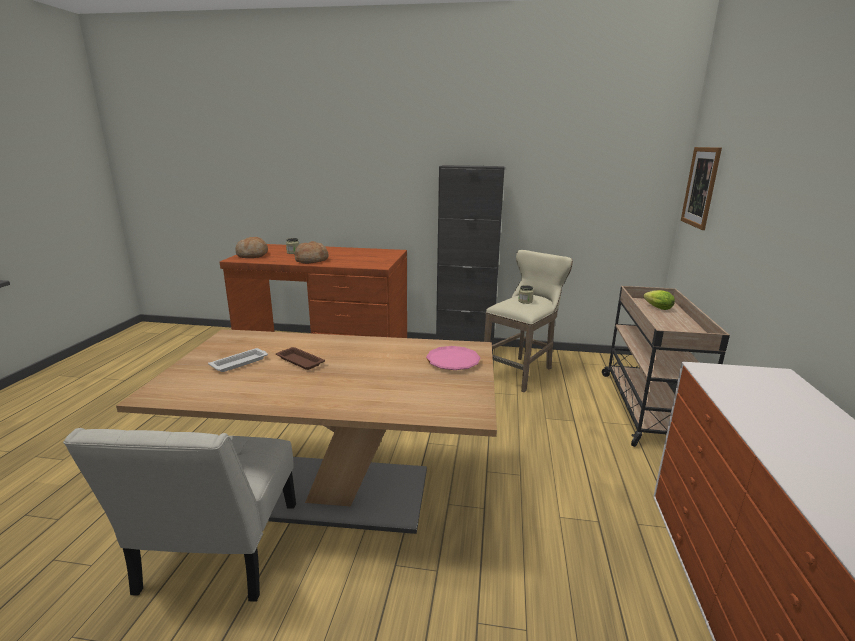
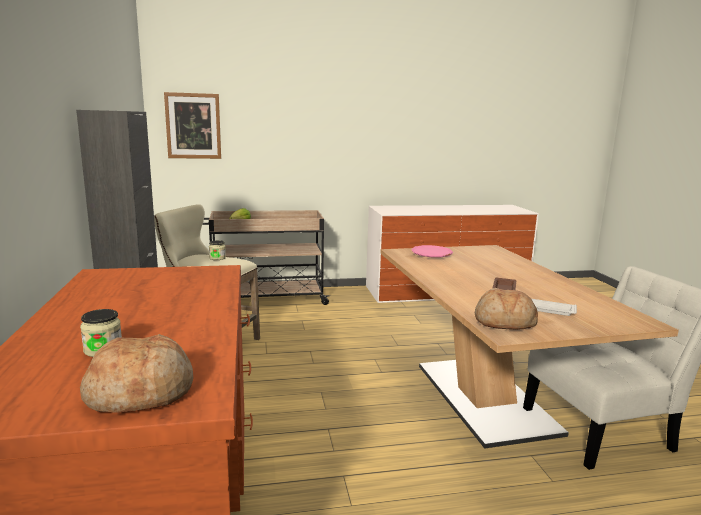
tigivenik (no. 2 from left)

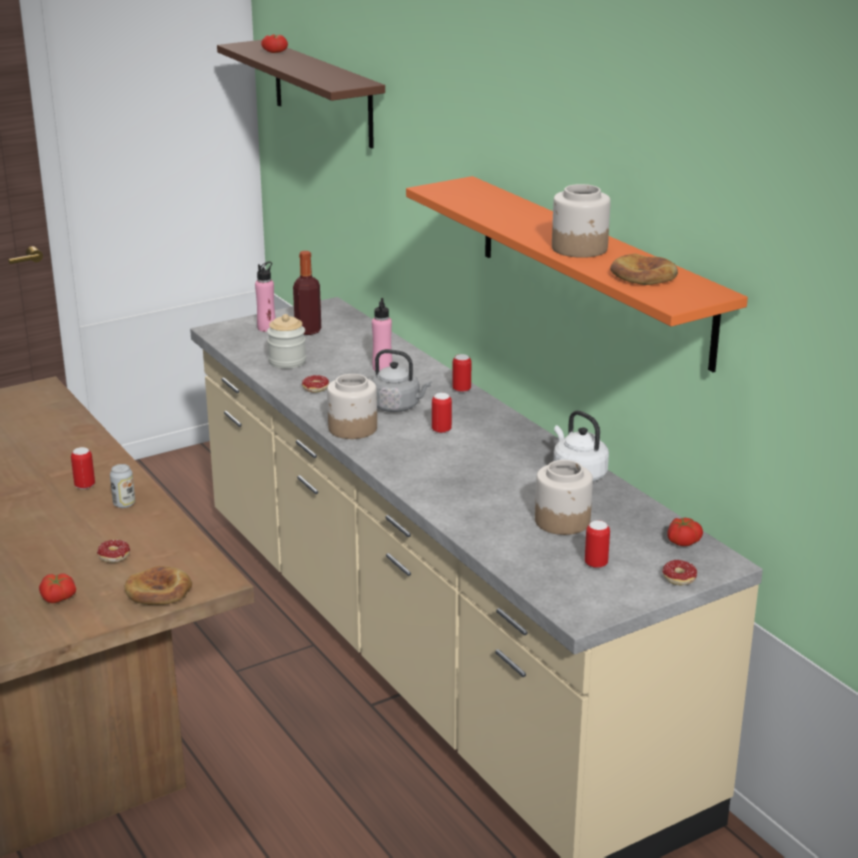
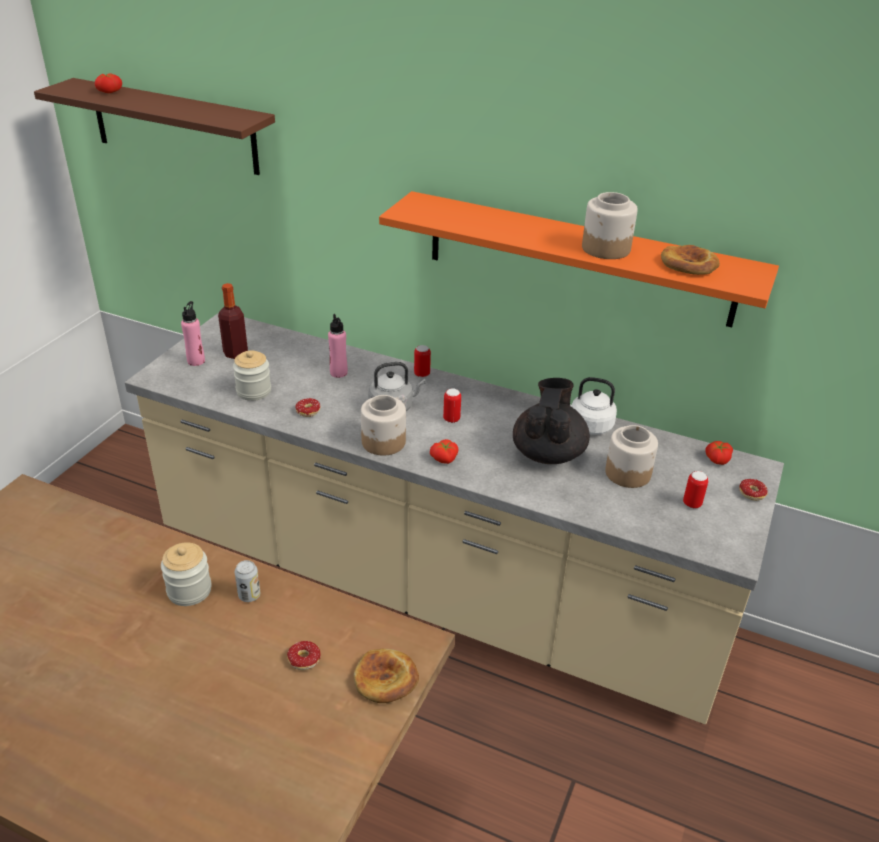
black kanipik; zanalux (no. 2 from left); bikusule (no. 1 from left)

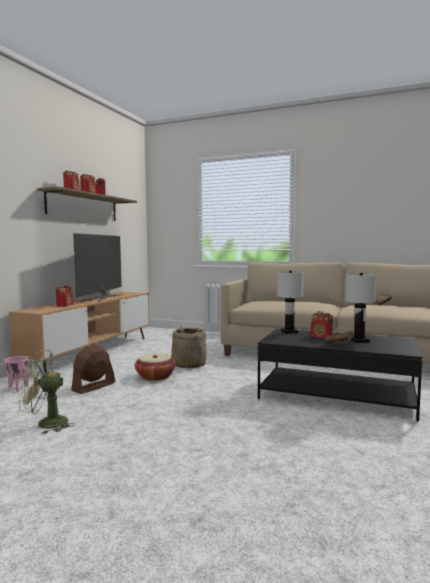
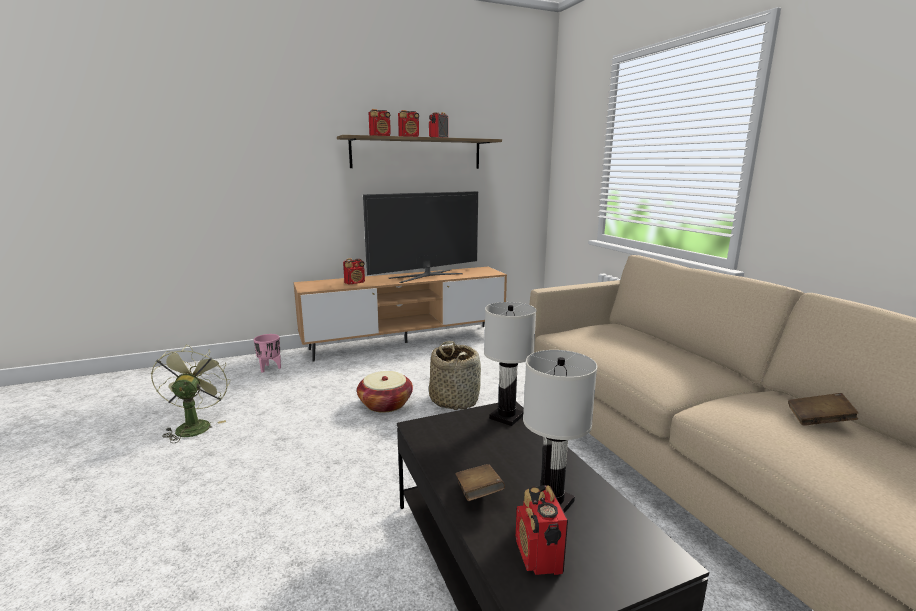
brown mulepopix; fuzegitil (no. 5 from left); green mulepopix

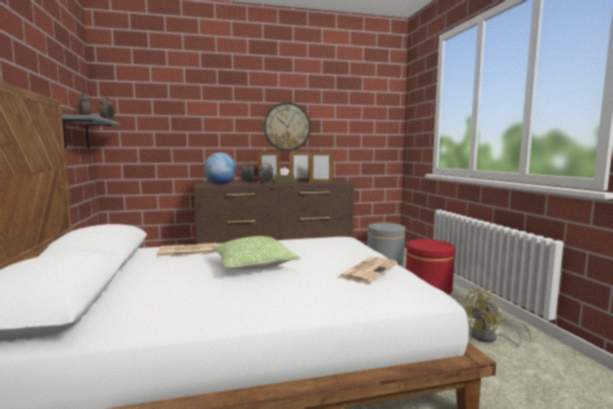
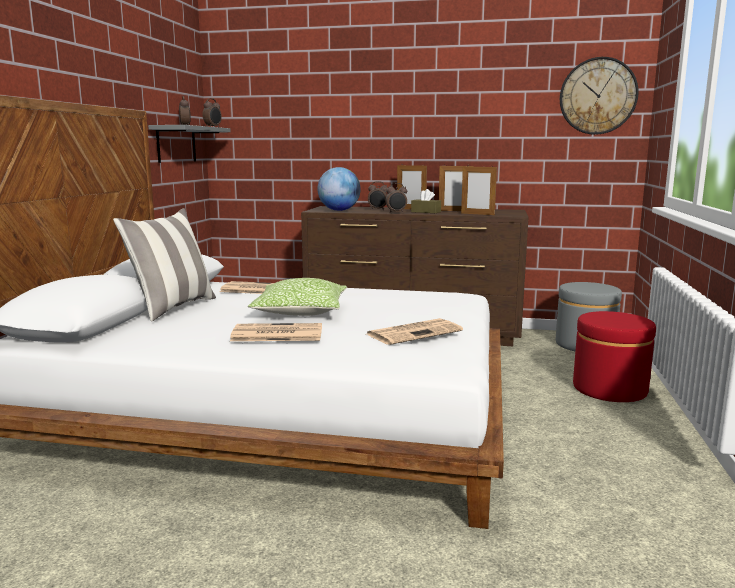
yellow mulepopix; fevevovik (no. 1 from left); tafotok (no. 2 from left); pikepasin

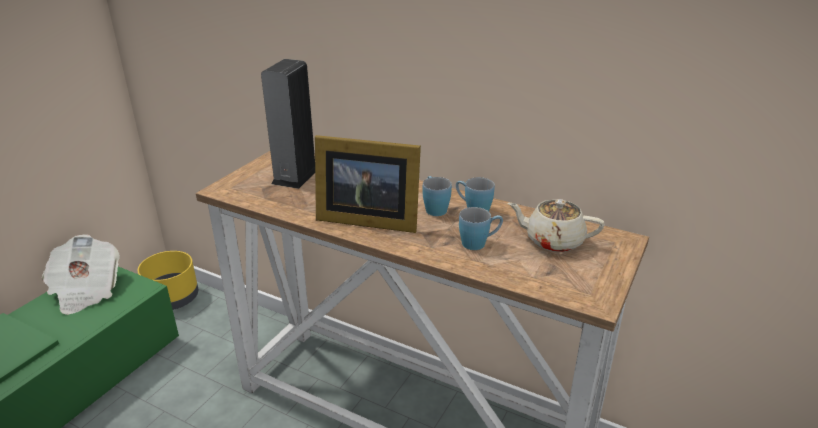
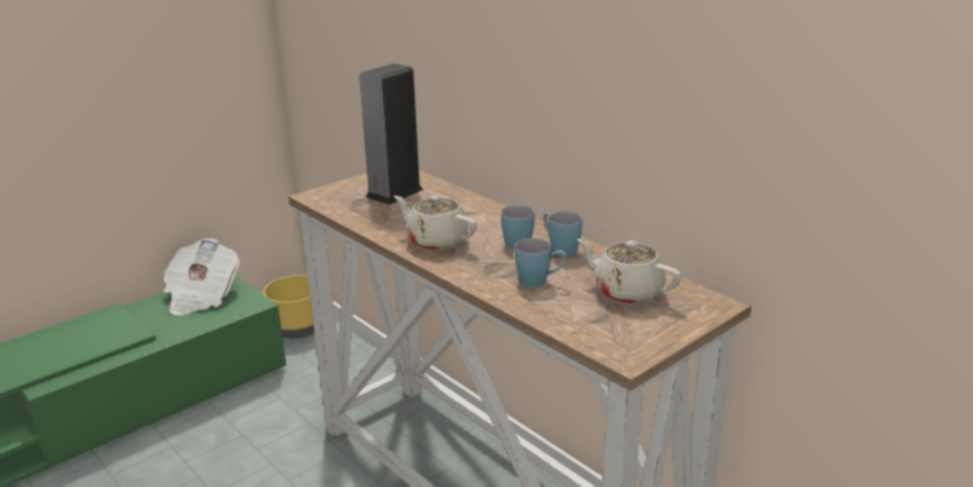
beige kanipik (no. 1 from left)

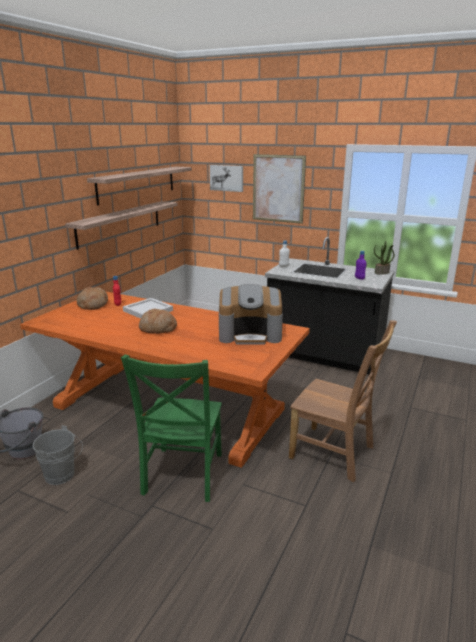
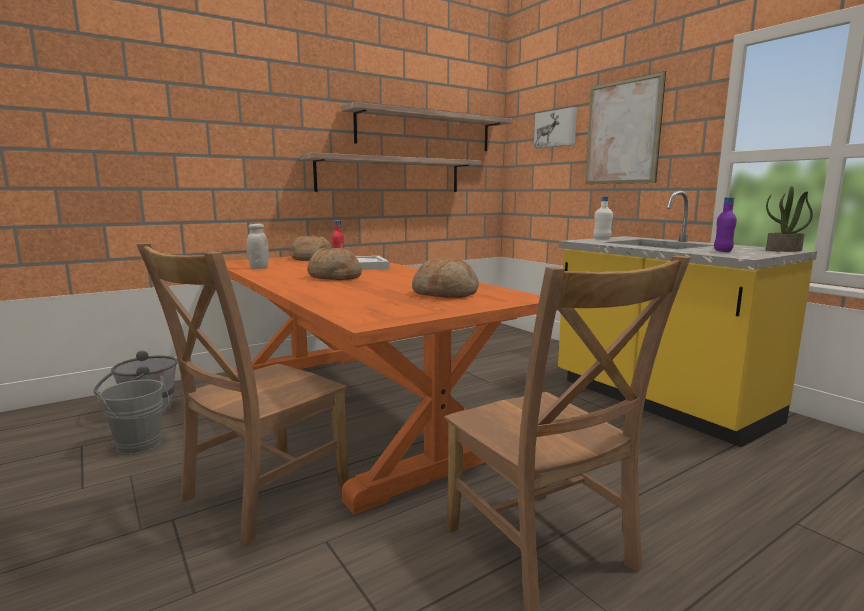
white bikusule; tigivenik (no. 3 from left); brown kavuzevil (no. 1 from left); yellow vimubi

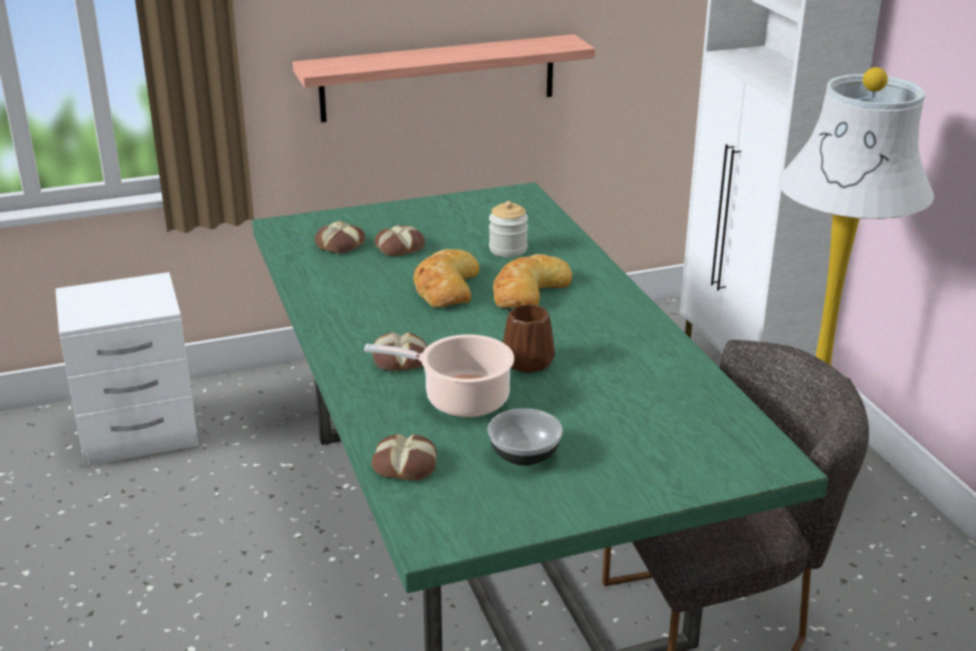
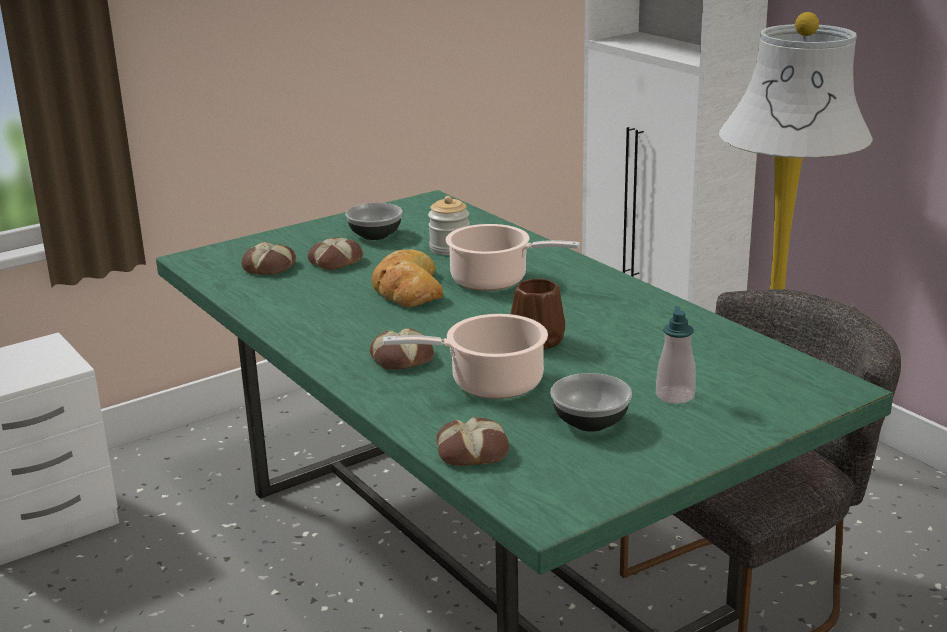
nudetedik; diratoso (no. 1 from left); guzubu; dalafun (no. 2 from left)

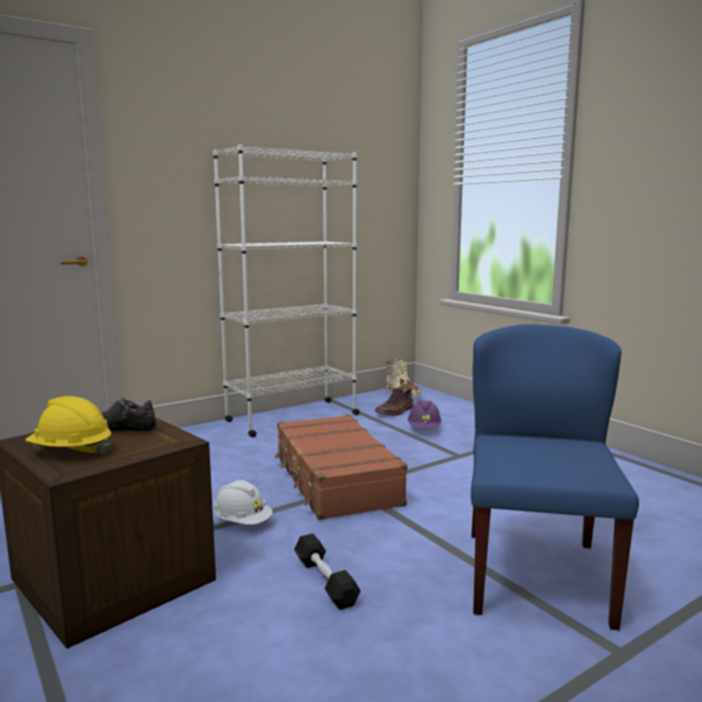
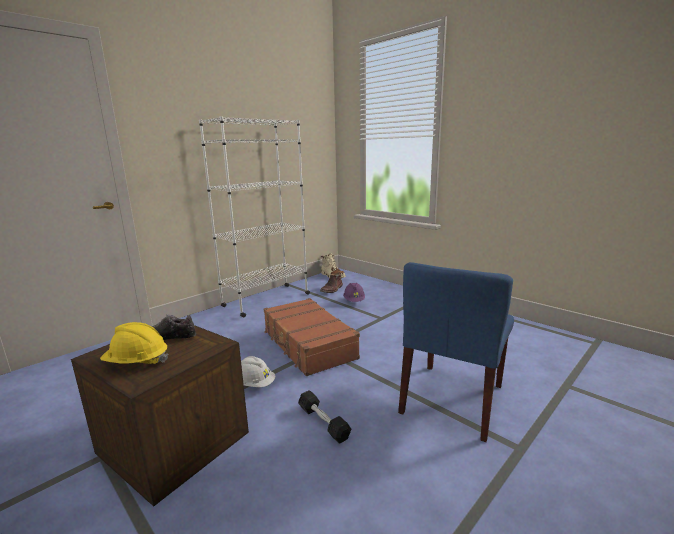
blue kavuzevil

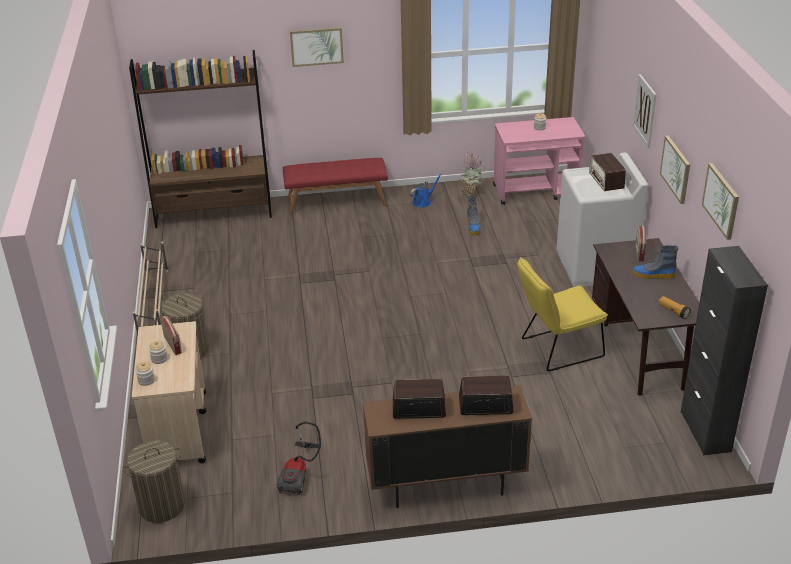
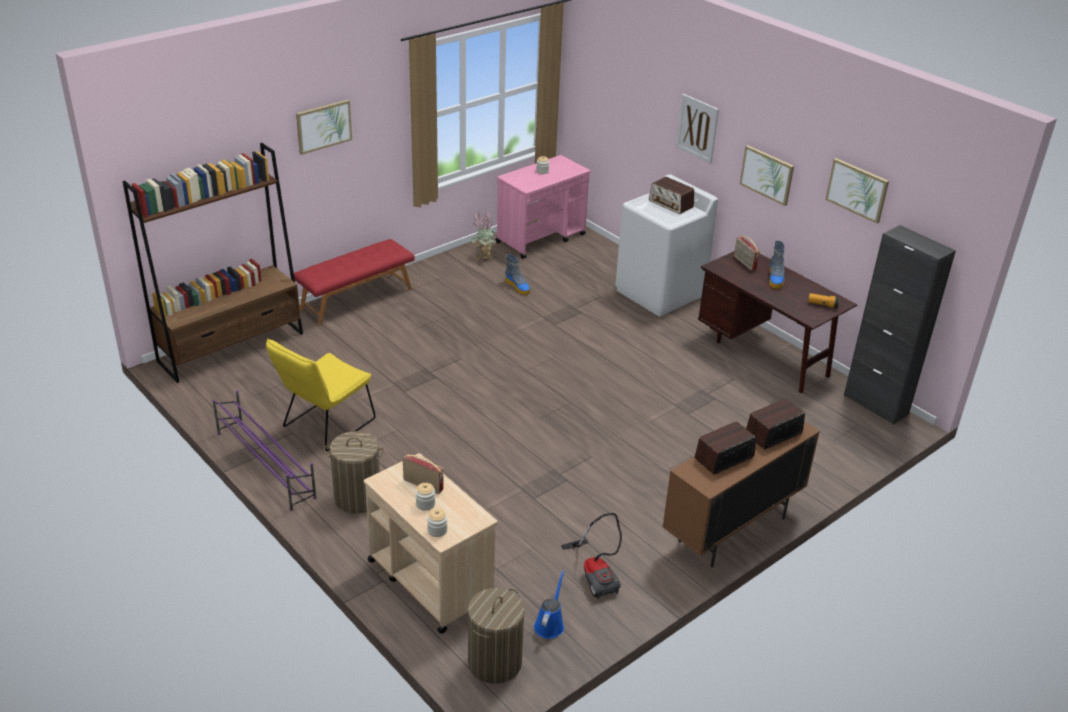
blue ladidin; yellow kavuzevil; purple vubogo; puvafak (no. 2 from left)

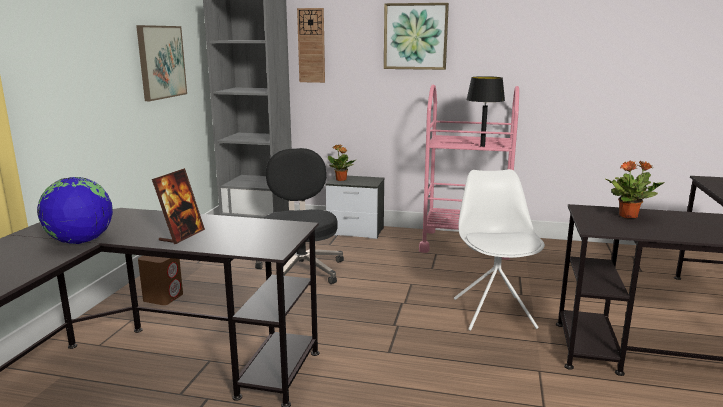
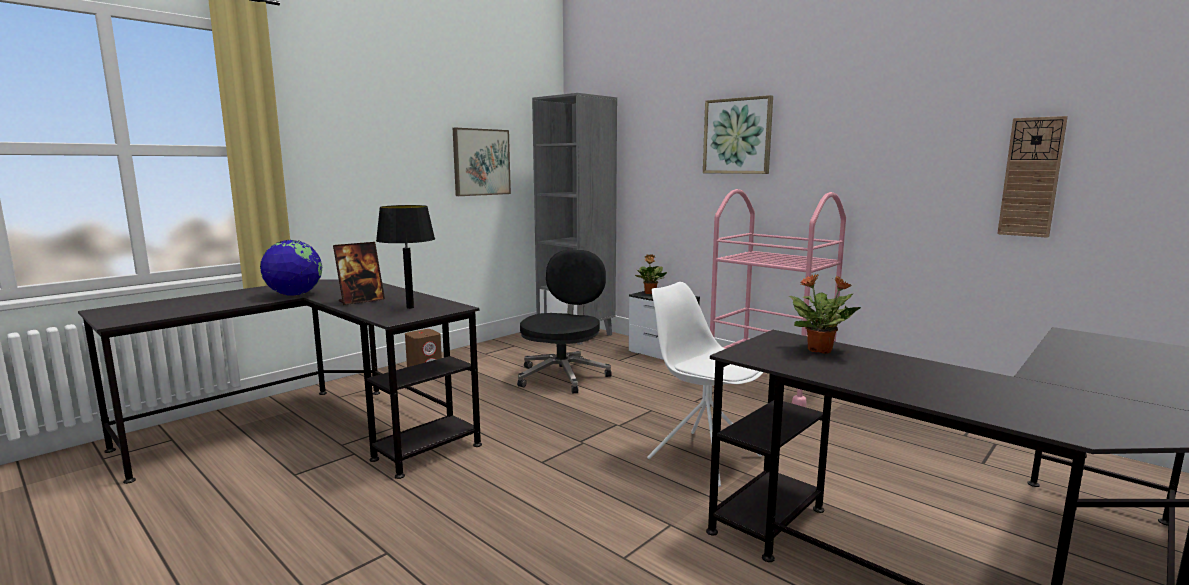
pikepasin; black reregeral; white kavuzevil

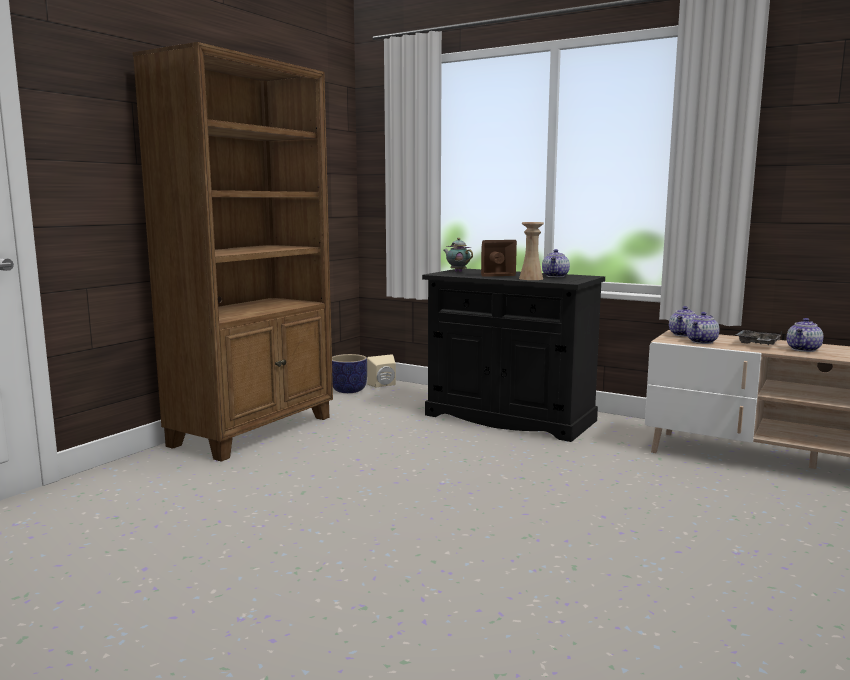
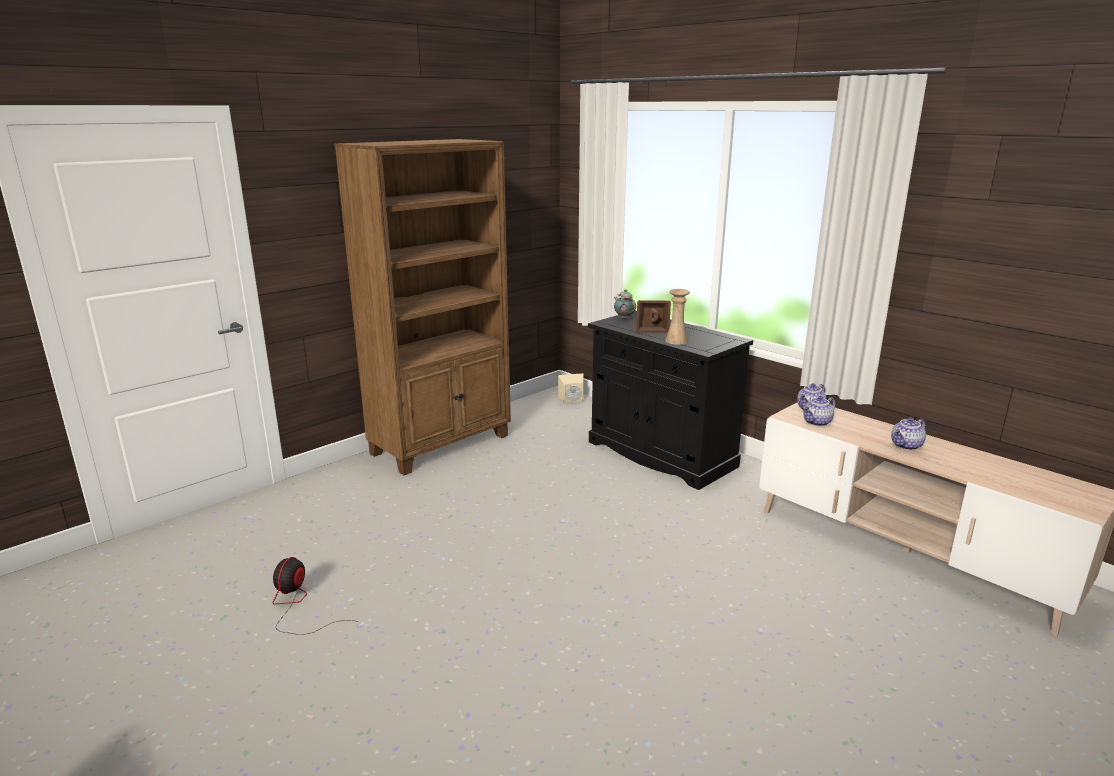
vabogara; kanipik (no. 2 from left in the first image); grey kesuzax; mulepopix

